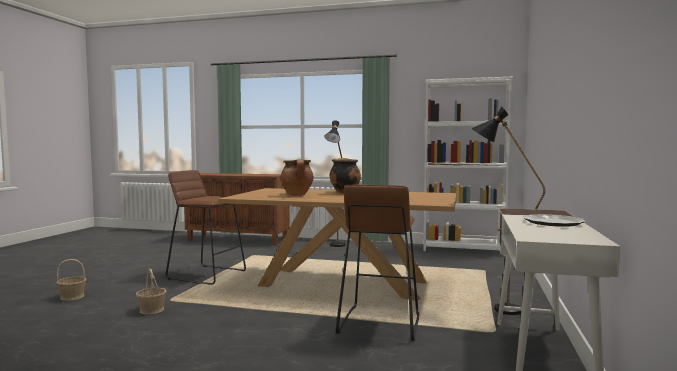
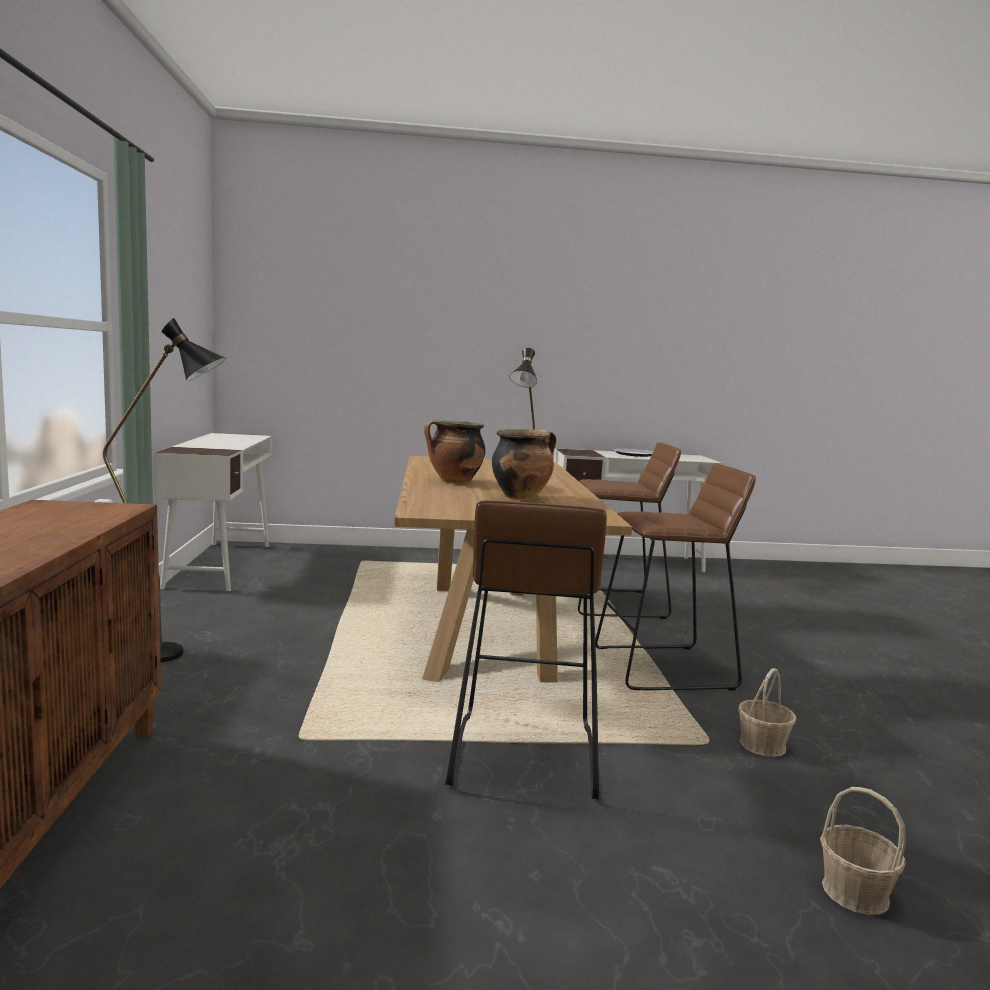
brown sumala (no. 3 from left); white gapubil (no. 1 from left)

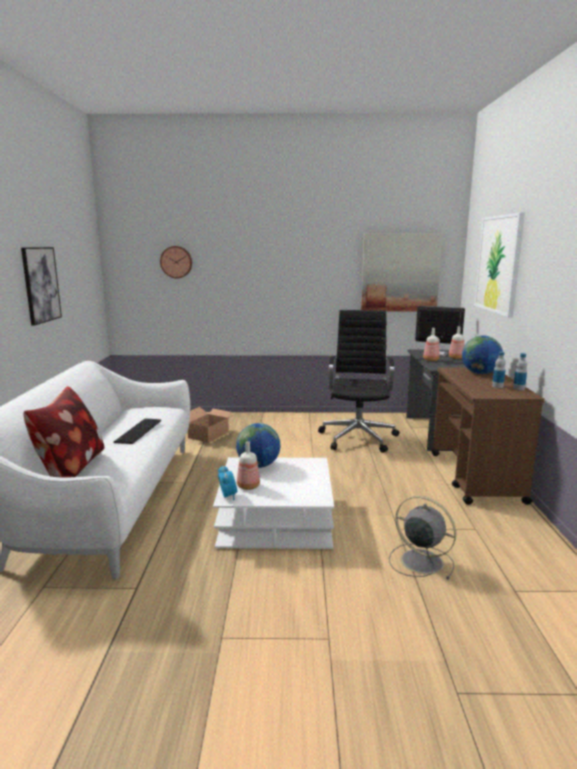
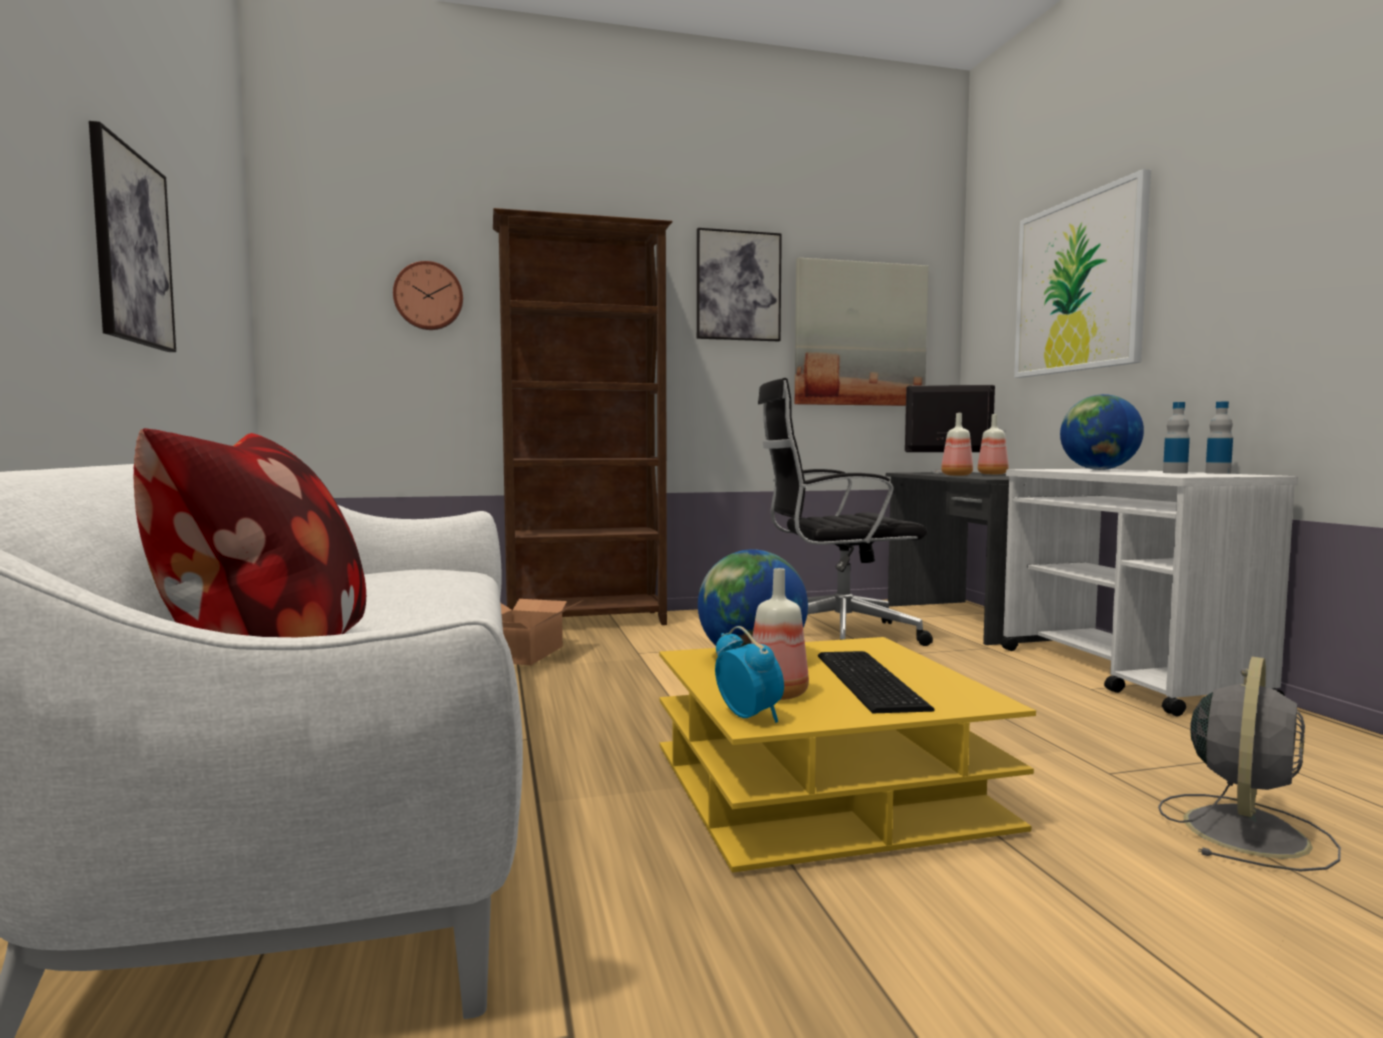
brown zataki; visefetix (no. 2 from left); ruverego; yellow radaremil; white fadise; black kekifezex; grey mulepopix

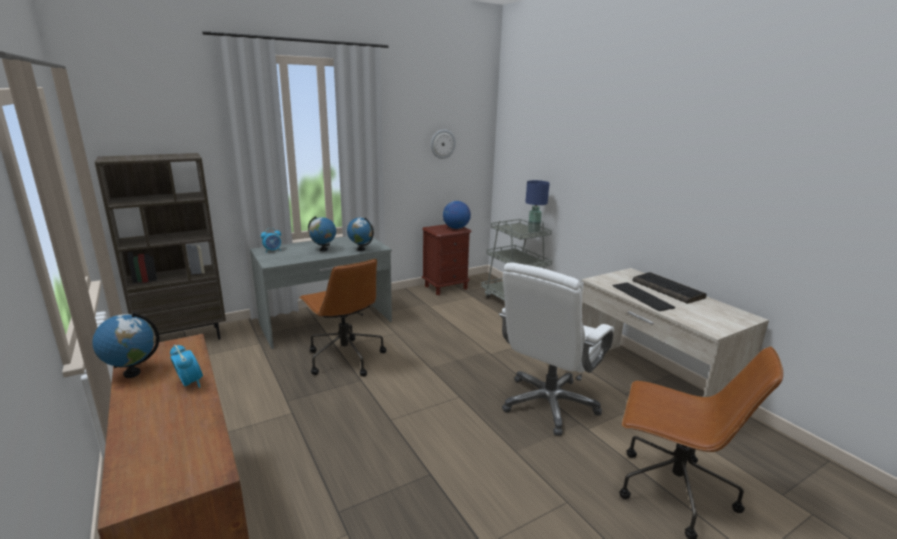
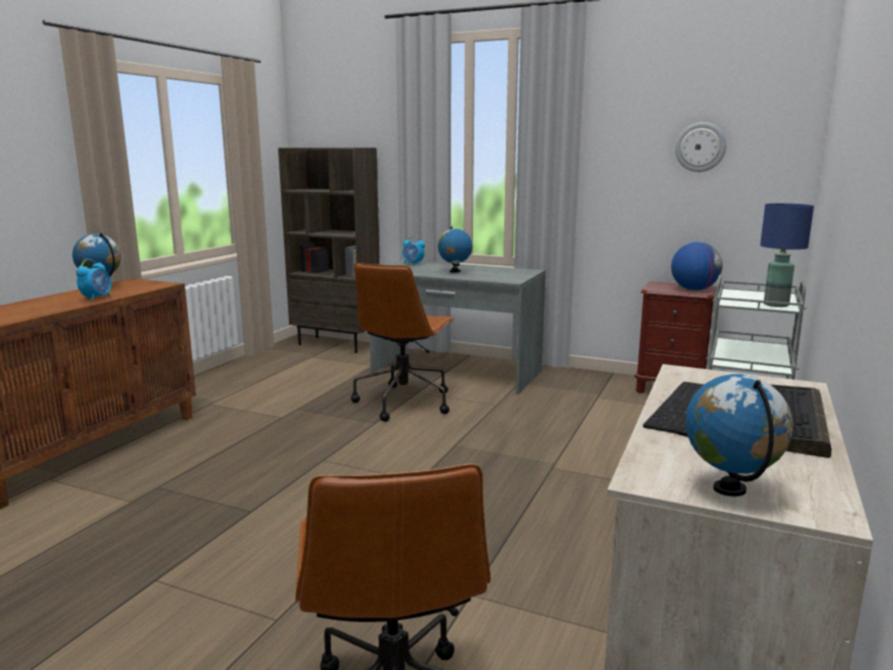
white kekifezex; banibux (no. 4 from left)

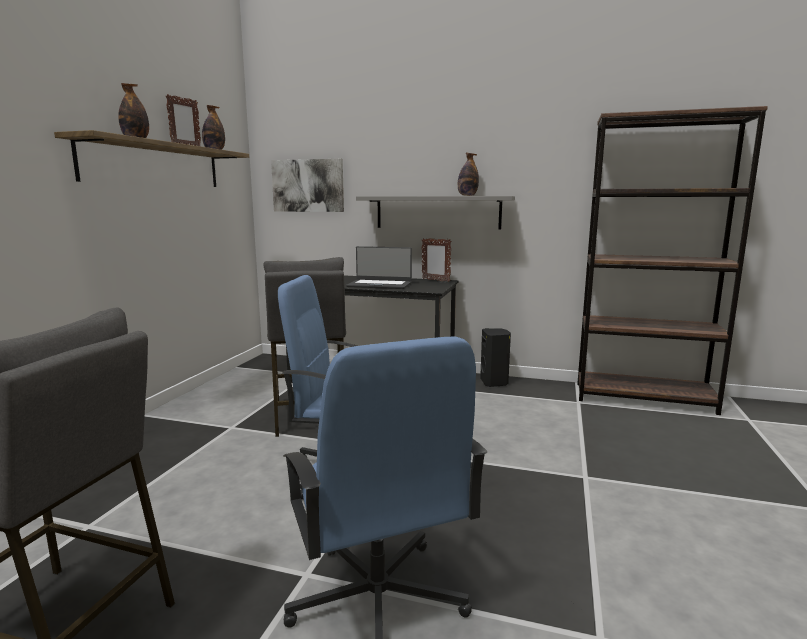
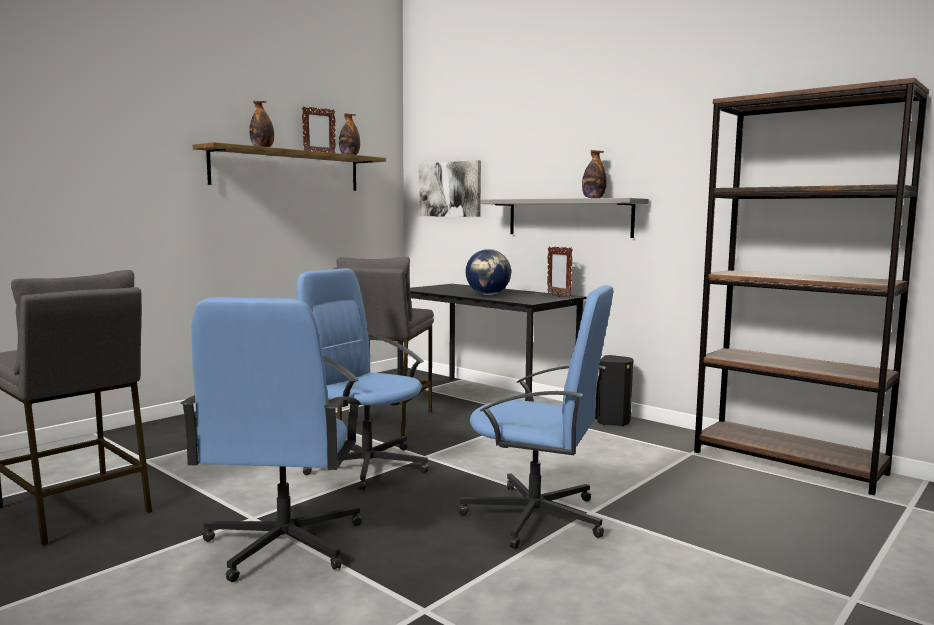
blue kekifezex (no. 3 from left); banibux

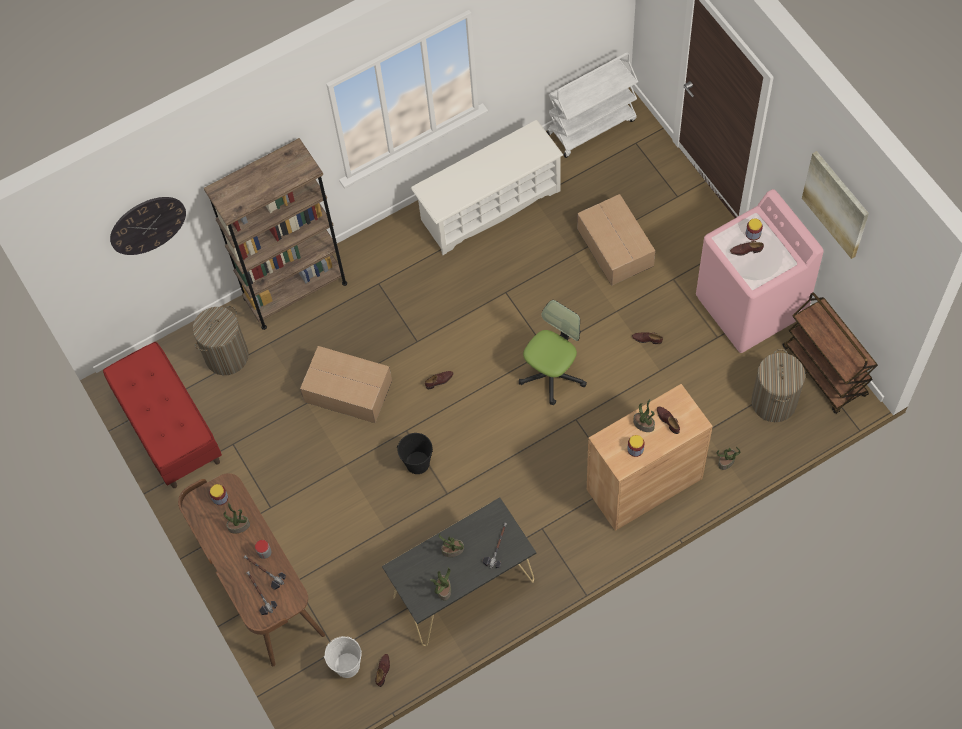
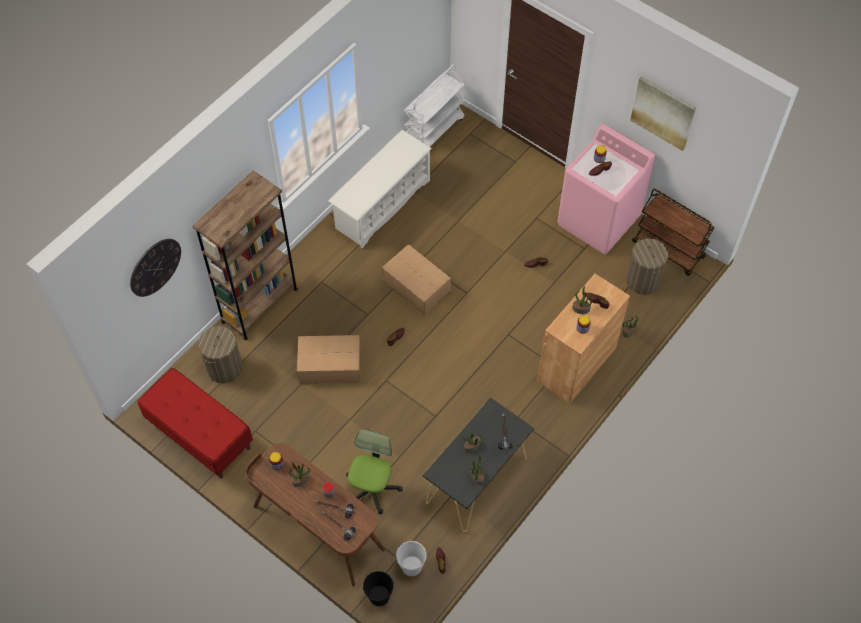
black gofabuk; kekifezex; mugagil (no. 2 from left)

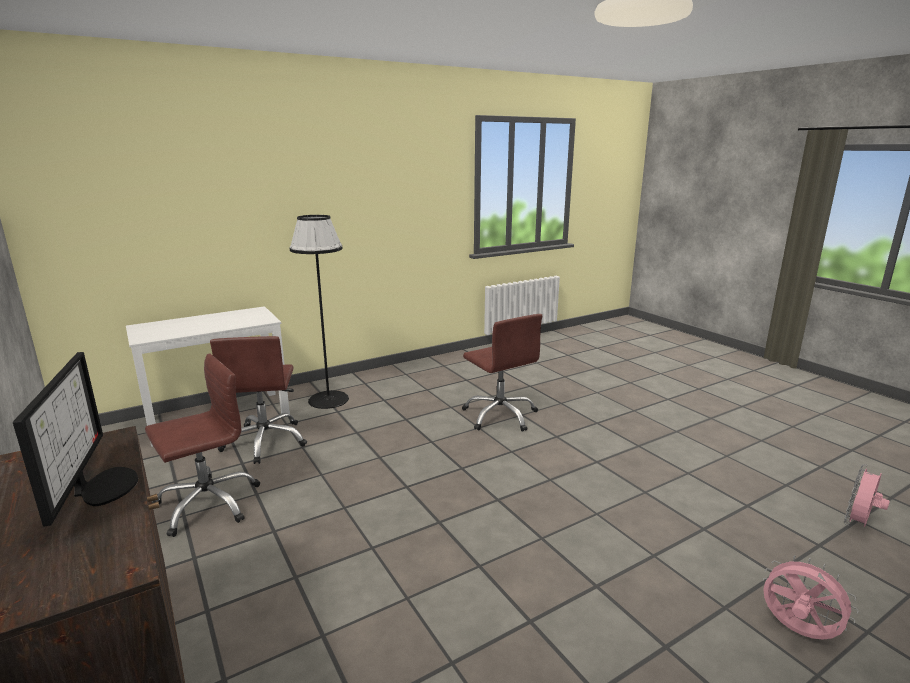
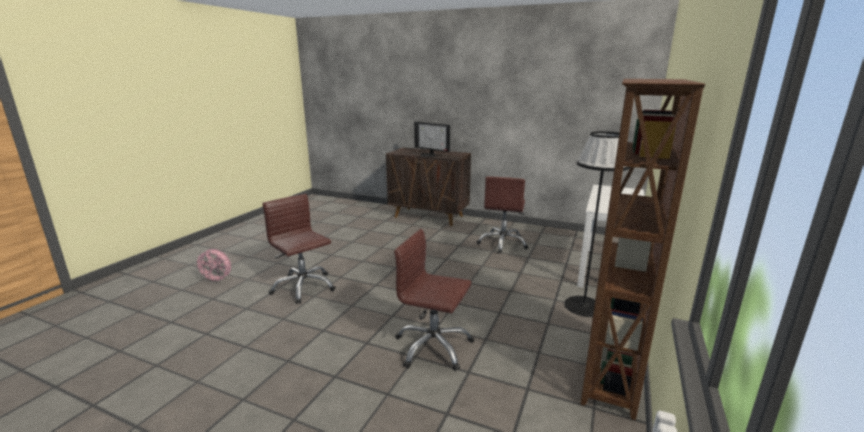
pink mulepopix (no. 2 from left in the first image); brown zataki; brown kekifezex (no. 1 from left)

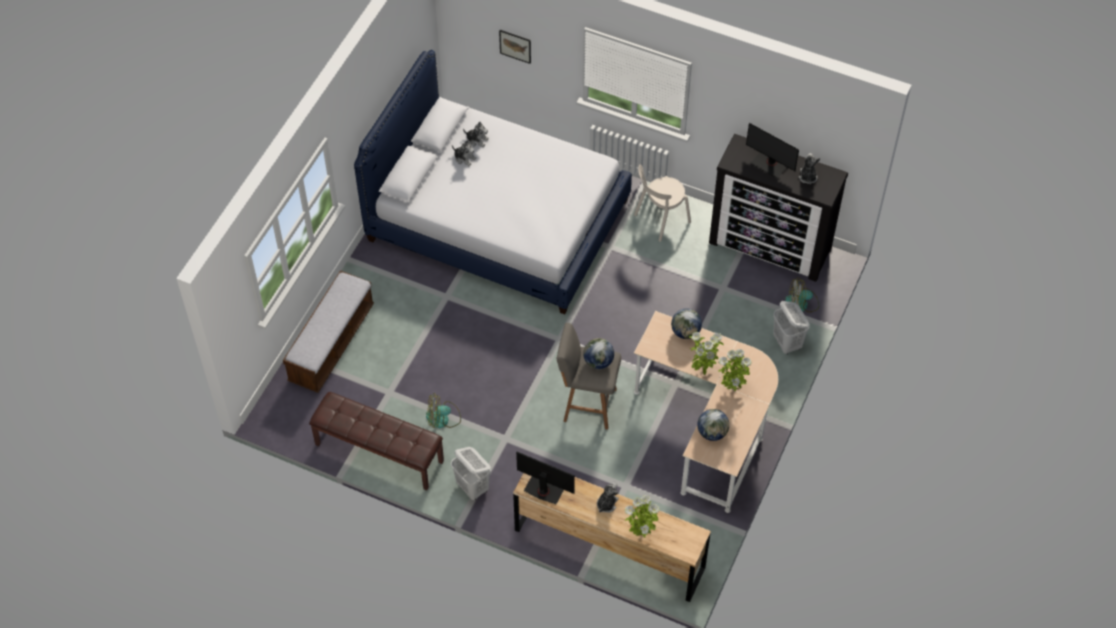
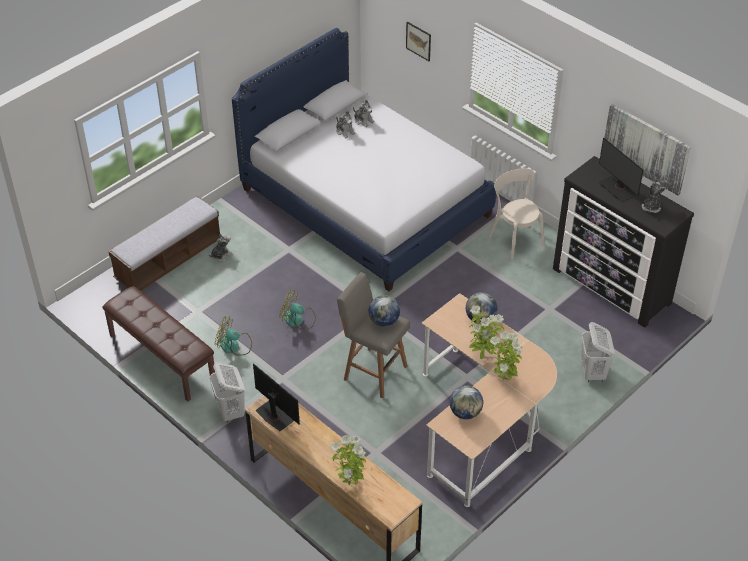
visefetix (no. 2 from left); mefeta (no. 1 from left); mulepopix (no. 2 from left); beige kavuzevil

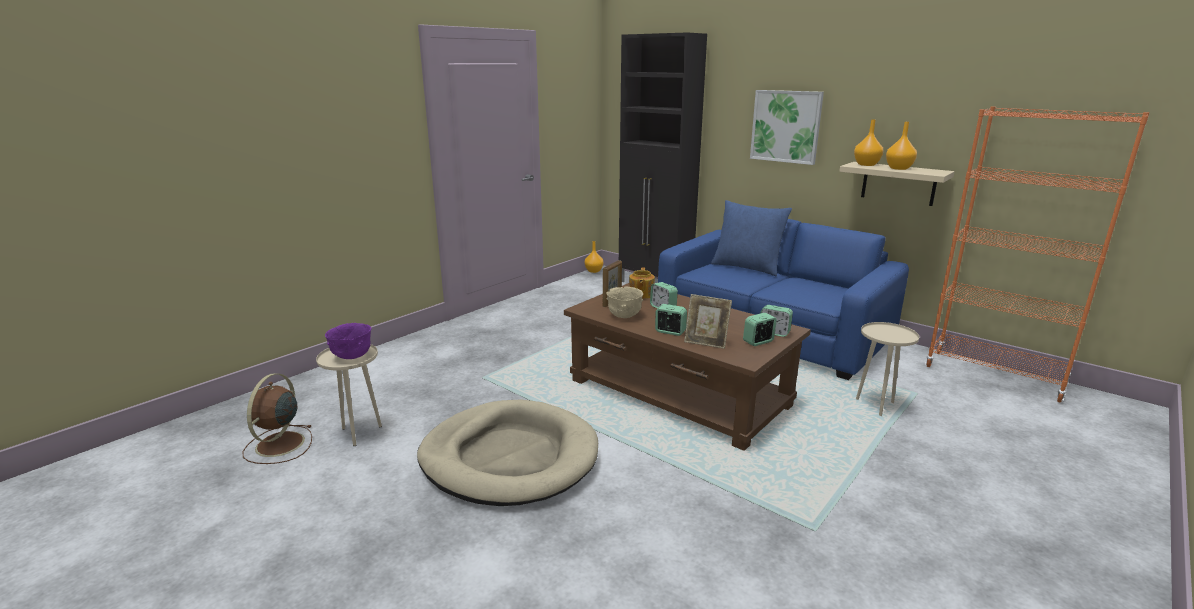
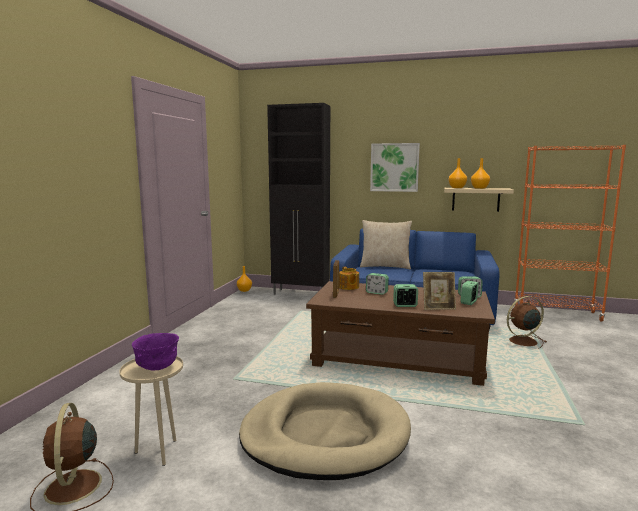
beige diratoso; brown mulepopix (no. 2 from left); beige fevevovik

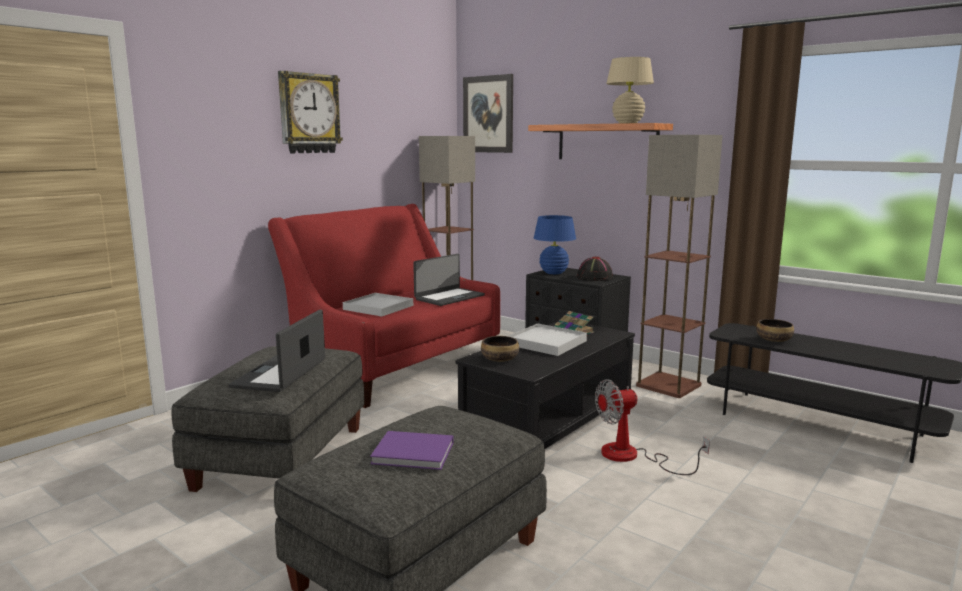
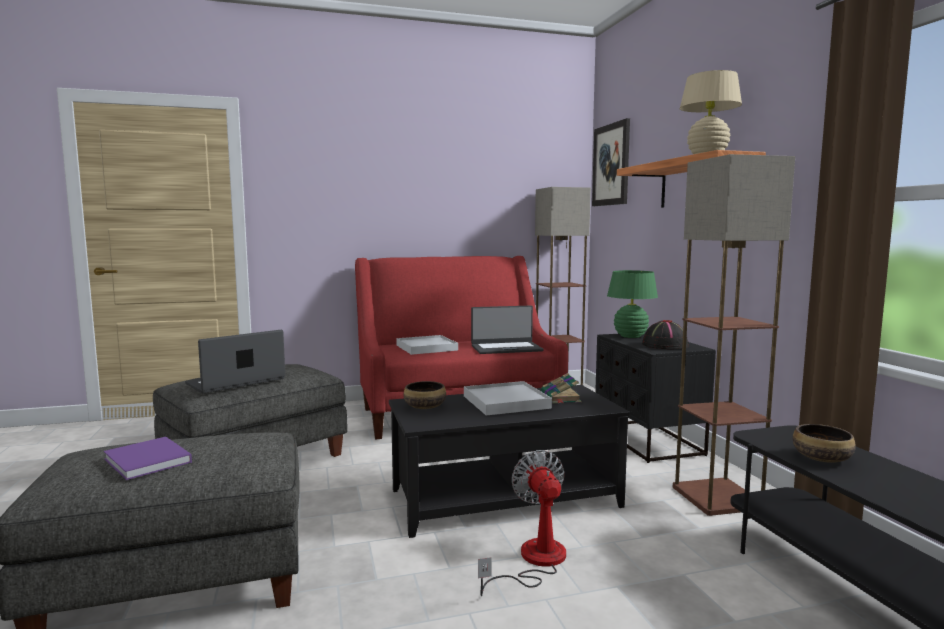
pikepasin; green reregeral; mulepopix

